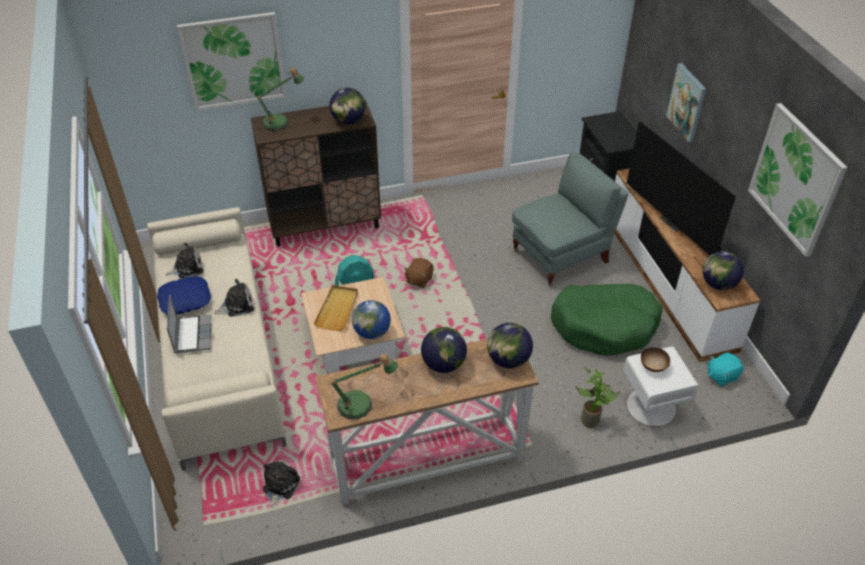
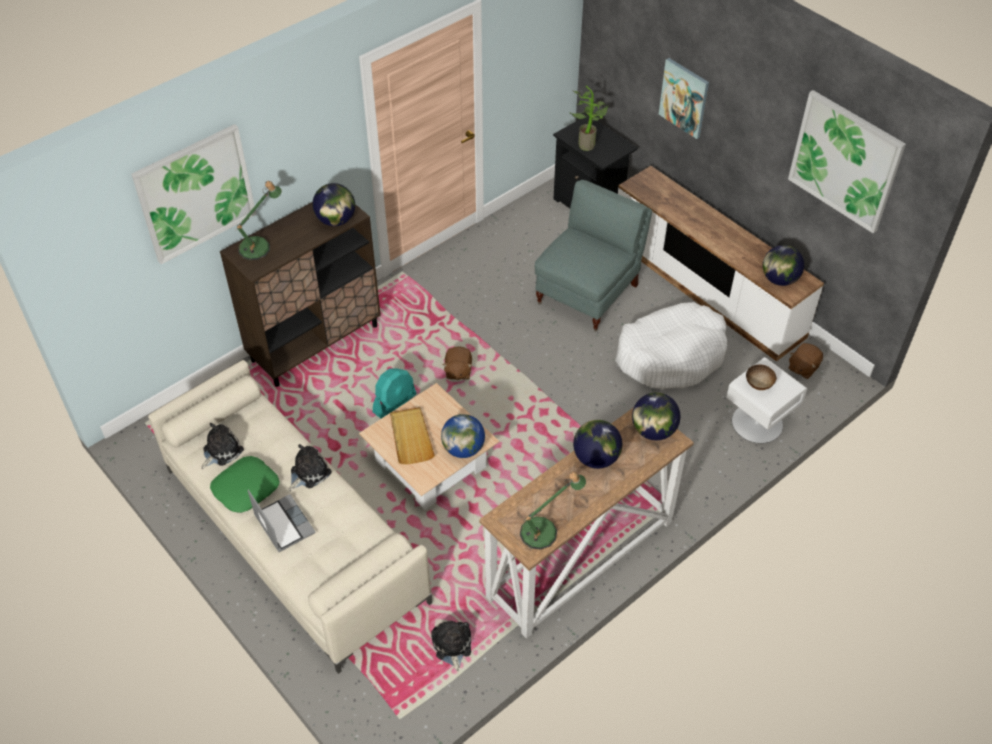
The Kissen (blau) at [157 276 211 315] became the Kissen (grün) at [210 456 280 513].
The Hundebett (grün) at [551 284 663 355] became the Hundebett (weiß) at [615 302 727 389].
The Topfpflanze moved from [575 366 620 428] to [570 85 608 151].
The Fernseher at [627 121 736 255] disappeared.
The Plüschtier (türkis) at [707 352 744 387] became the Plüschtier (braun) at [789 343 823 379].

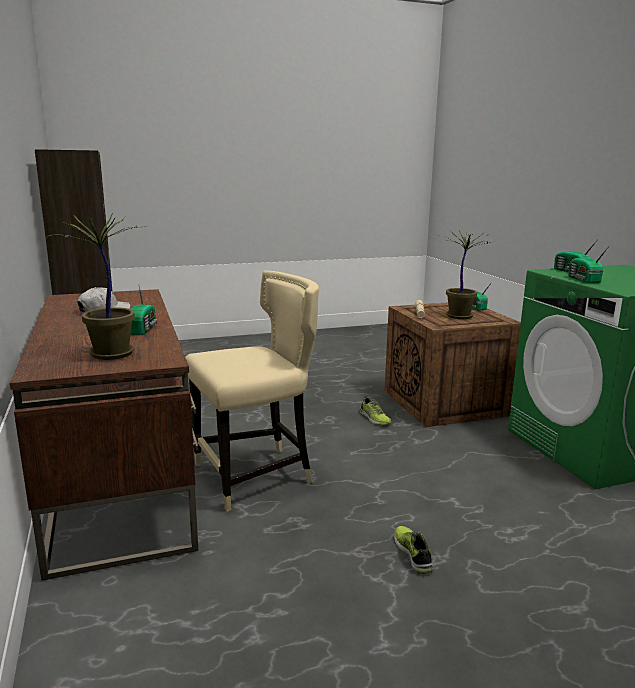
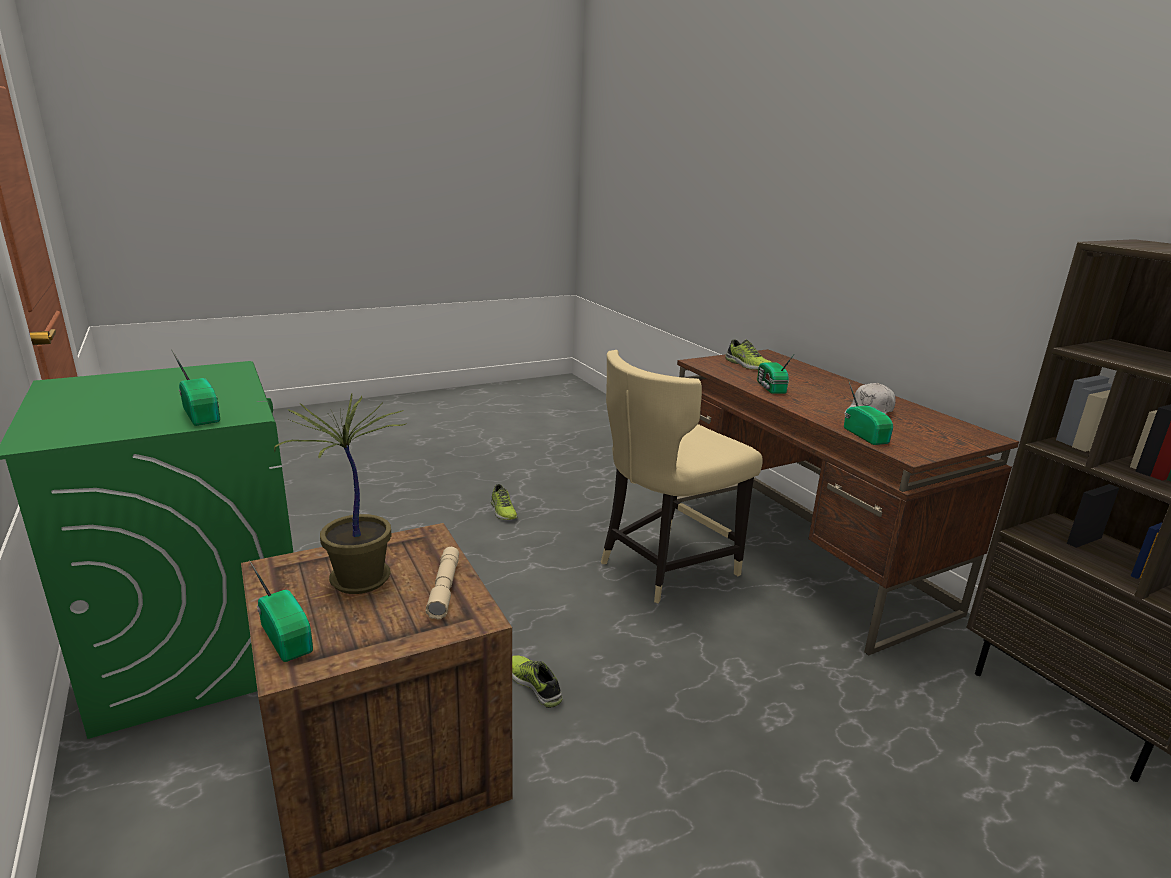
The Topfpflanze at [46 213 146 360] was replaced by the Schuh at [725 340 772 370].
The Radio moved from [568 245 610 283] to [844 382 893 445].

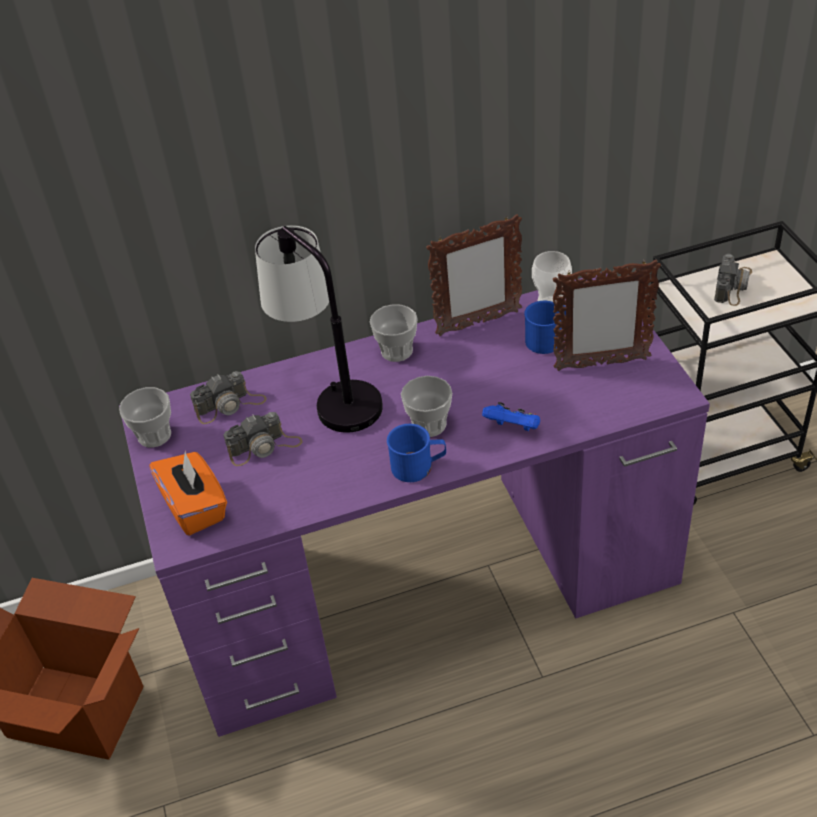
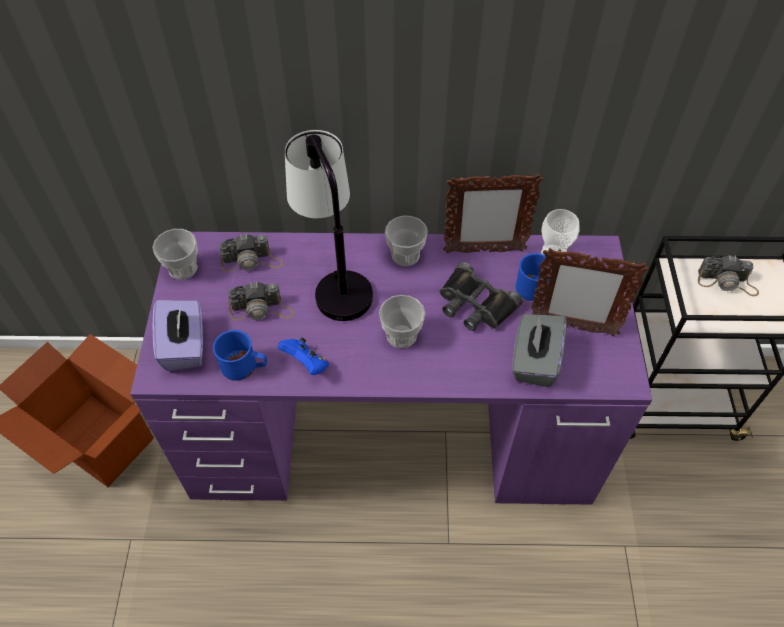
The Taschentuchbox (orange) at [149 451 227 535] became the Taschentuchbox (lila) at [153 300 203 371].
The Henkelbecher (blau) moved from [387 424 446 482] to [213 330 267 380].
The Gamepad (blau) moved from [482 402 540 431] to [278 337 329 375].
The Kamera at [714 254 752 306] turned 60 degrees clockwise.
The Fernglas (schwarz) at [439 262 523 331] appeared.
The Taschentuchbox (grau) at [512 314 567 387] appeared.

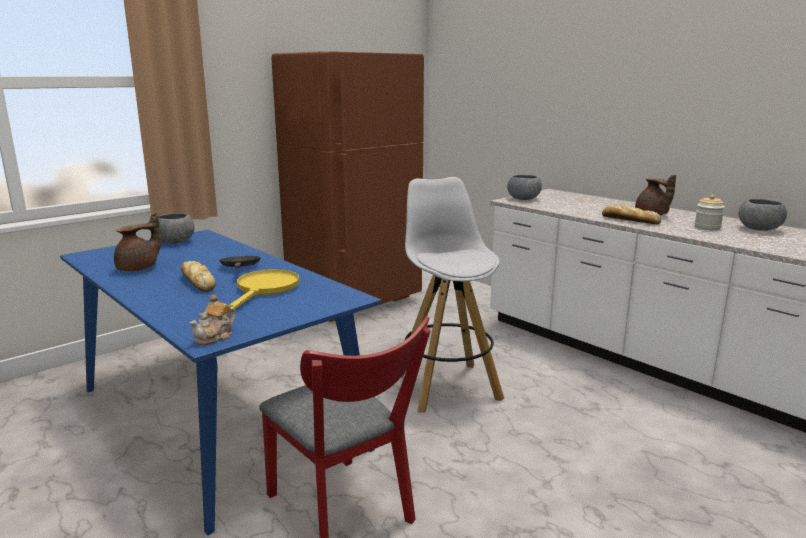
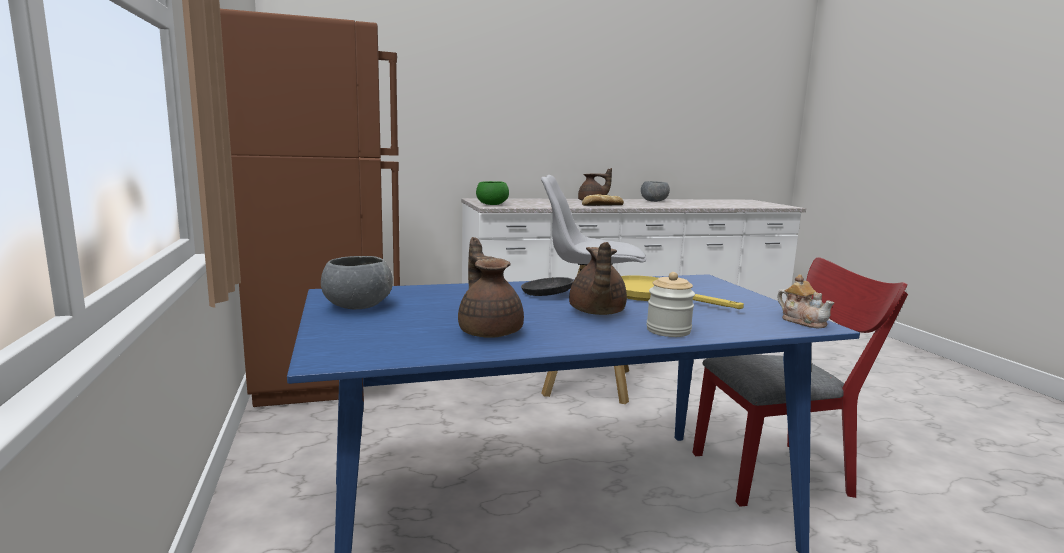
The Brot at [181 261 216 292] was replaced by the Teekanne (braun) at [569 242 627 315].
The Schüssel (grau) at [507 175 542 200] became the Schüssel (grün) at [476 181 509 205].
The Vorratsglas moved from [695 195 725 230] to [646 272 695 337].

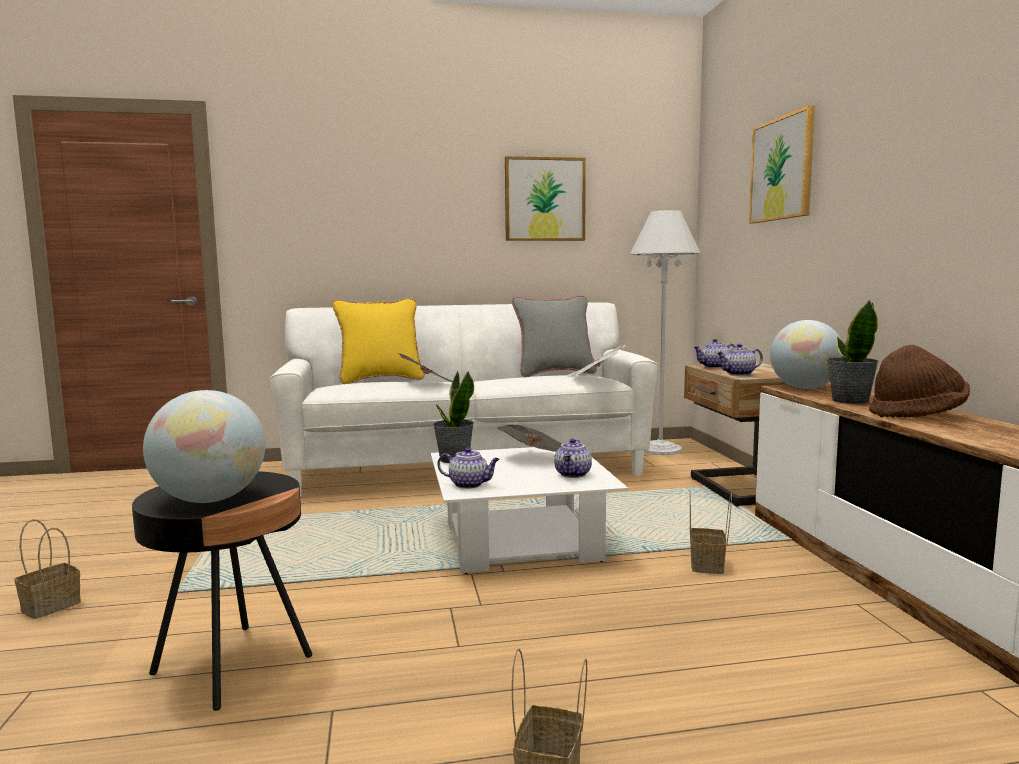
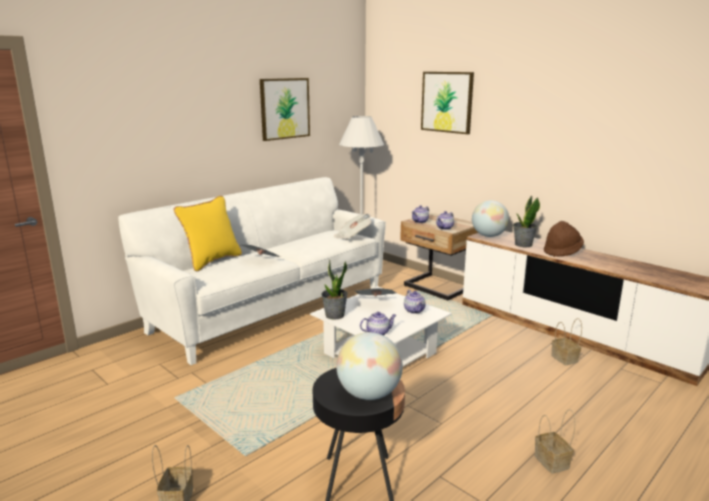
The Kissen (grau) at [512 295 597 377] disappeared.
The Korb moved from [690 490 732 574] to [551 318 582 365].

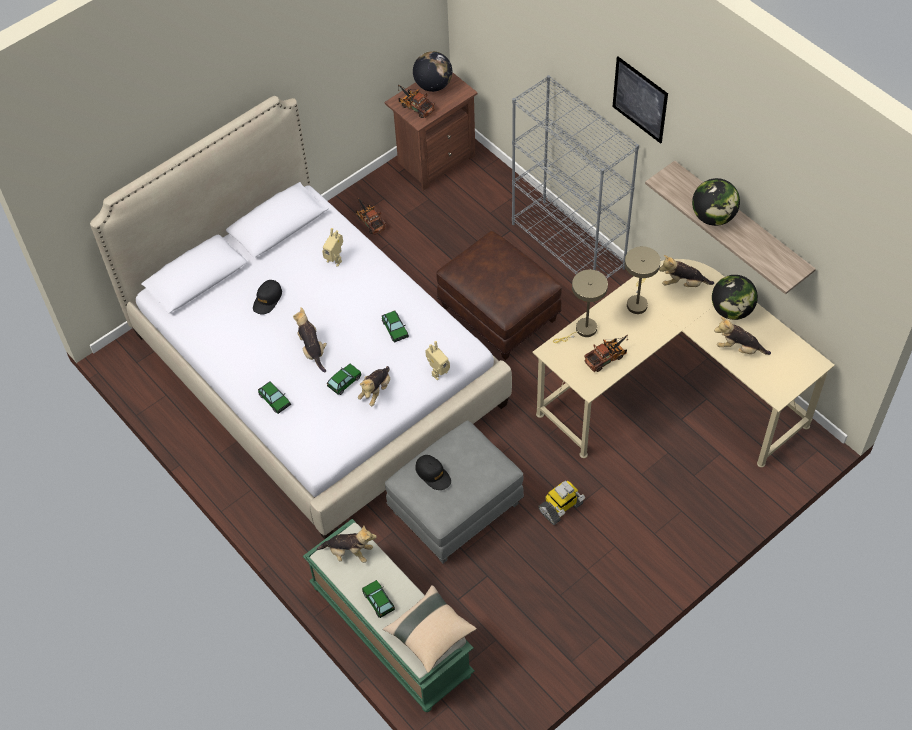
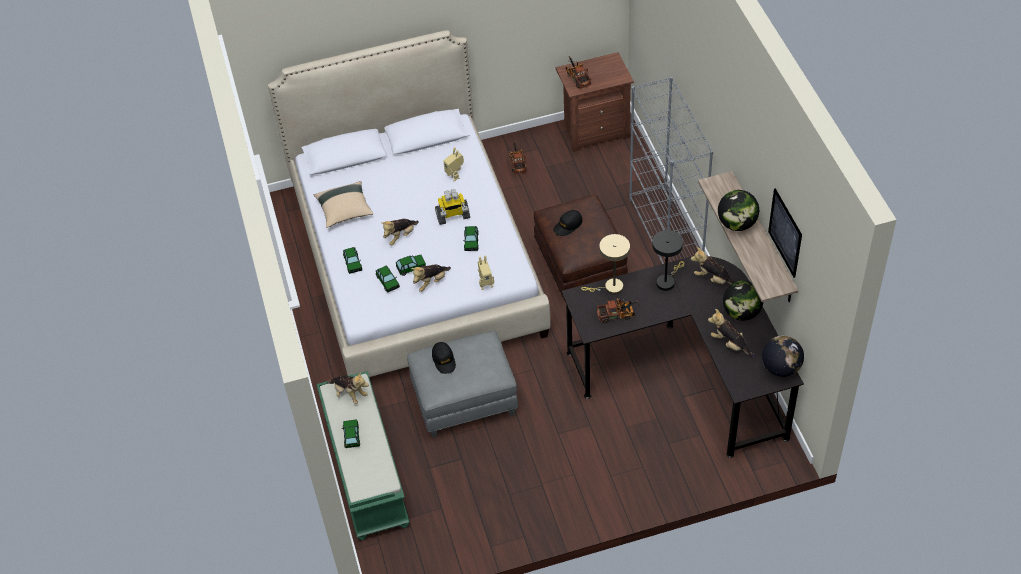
The Kappe (schwarz) moved from [253 280 282 314] to [553 210 582 236].
The Plüschtier at [293 307 327 373] turned 135 degrees counterclockwise.
The Kissen (beige) moved from [383 585 477 673] to [314 181 373 228].
The Globus moved from [413 51 452 92] to [762 336 804 377].
The Schreibtisch (beige) at [532 259 835 467] became the Schreibtisch (schwarz) at [561 256 804 458].
The Spielzeugroboter moved from [538 481 585 525] to [435 189 470 225].
The Bild moved from [612 57 668 144] to [768 188 802 278].
The Tischlampe (beige) at [625 246 661 314] became the Tischlampe (schwarz) at [652 230 684 291].
The Spielzeugauto at [376 265 400 292] appeared.

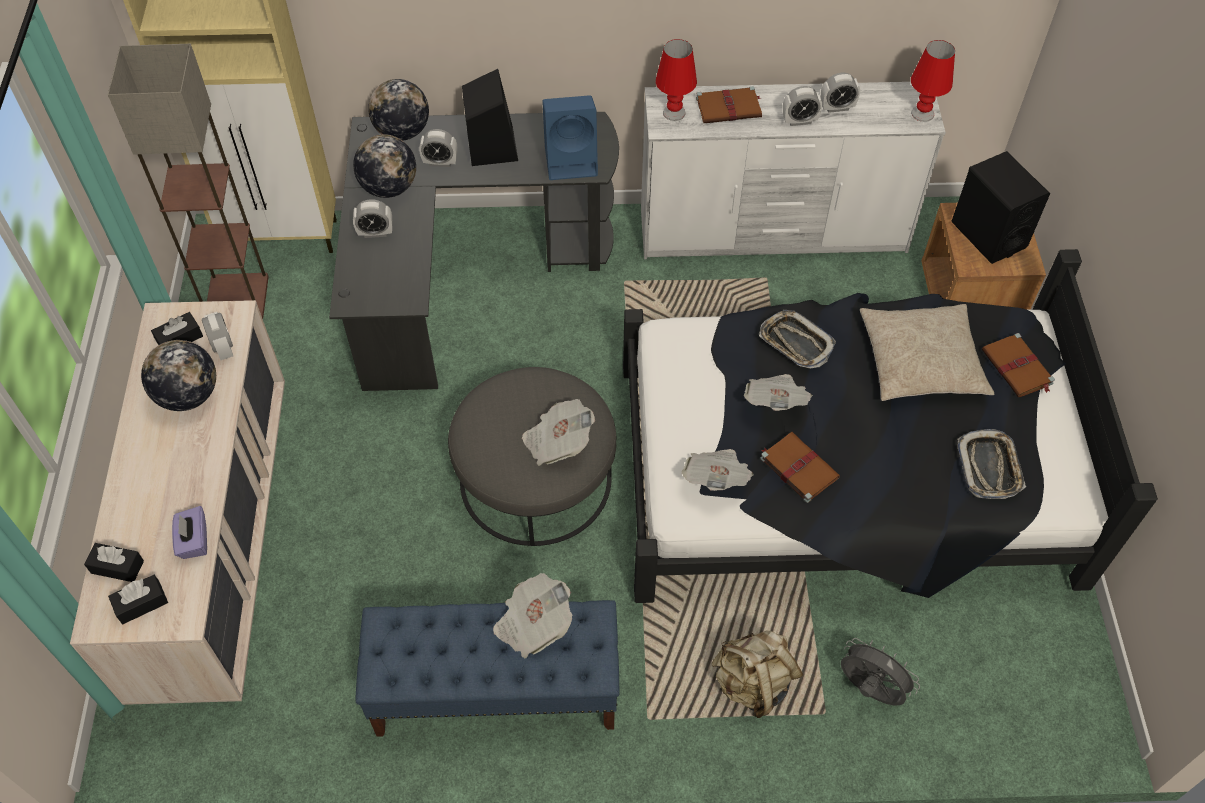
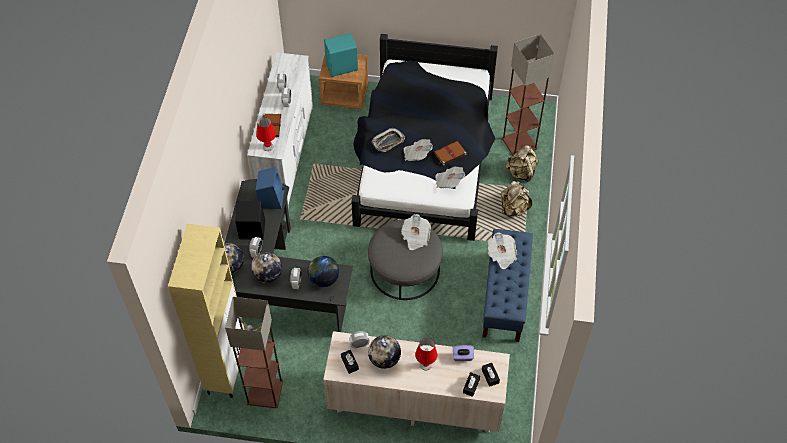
The Ventilator (grau) at [841 638 920 706] was replaced by the Rucksack (beige) at [505 145 539 182].
The Kissen (beige) at [860 304 994 401] disappeared.
The Tischlampe (rot) moved from [911 40 955 122] to [415 338 437 370].
The Lautsprecher (schwarz) at [952 151 1050 264] became the Lautsprecher (türkis) at [324 33 358 77].
The Tablett at [958 429 1026 499] disappeared.
The Buch (braun) at [982 333 1055 397] disappeared.
The Globus at [308 256 339 287] appeared.
The Stehlampe at [502 34 555 156] appeared.

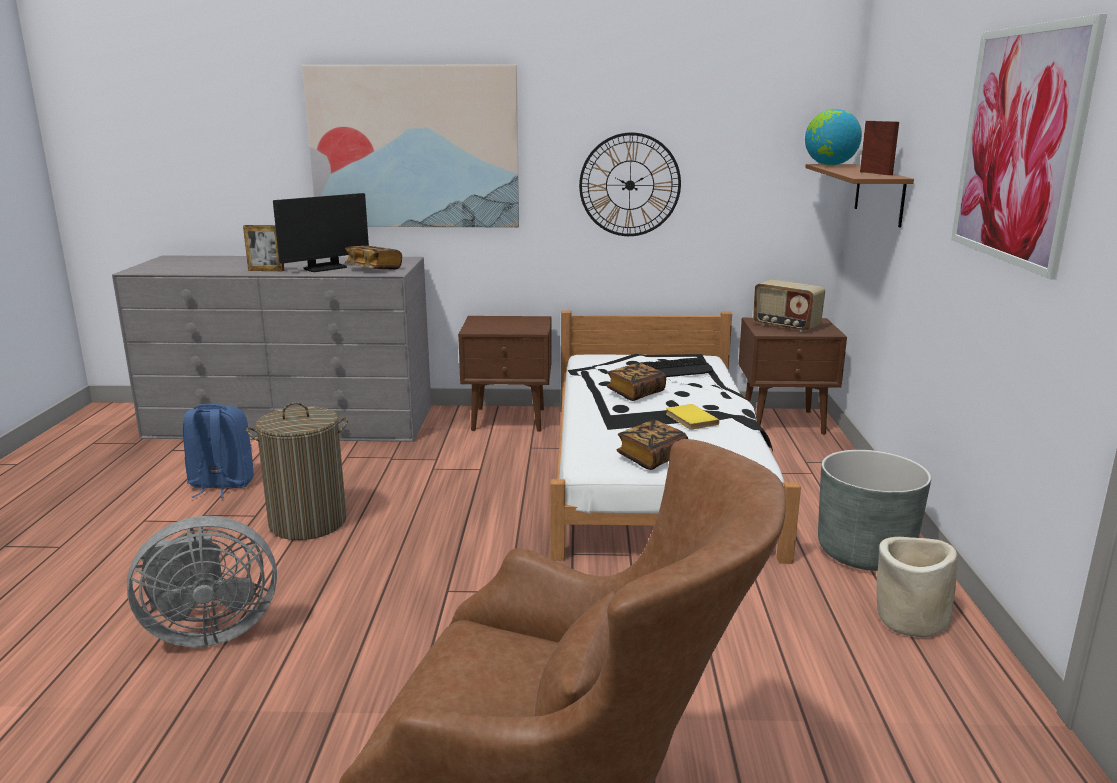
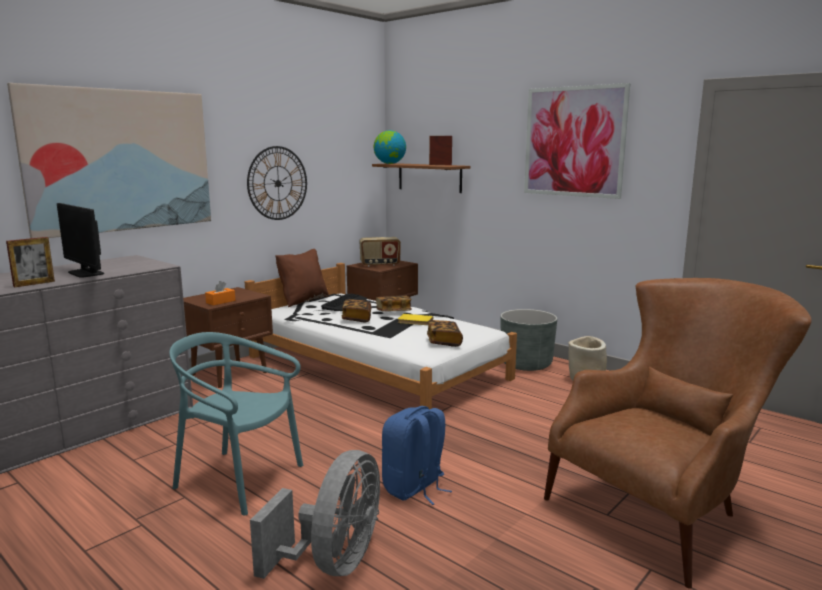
The Rucksack (blau) moved from [183 404 254 498] to [382 406 452 505].
The Wäschekorb at [246 402 348 540] was replaced by the Stuhl (türkis) at [169 332 303 516].
The Monitor at [273 193 369 272] turned 135 degrees clockwise.
The Buch moved from [345 246 402 270] to [376 295 412 311].
The Taschentuchbox (orange) at [205 281 235 305] appeared.
The Kissen (braun) at [275 249 329 307] appeared.

